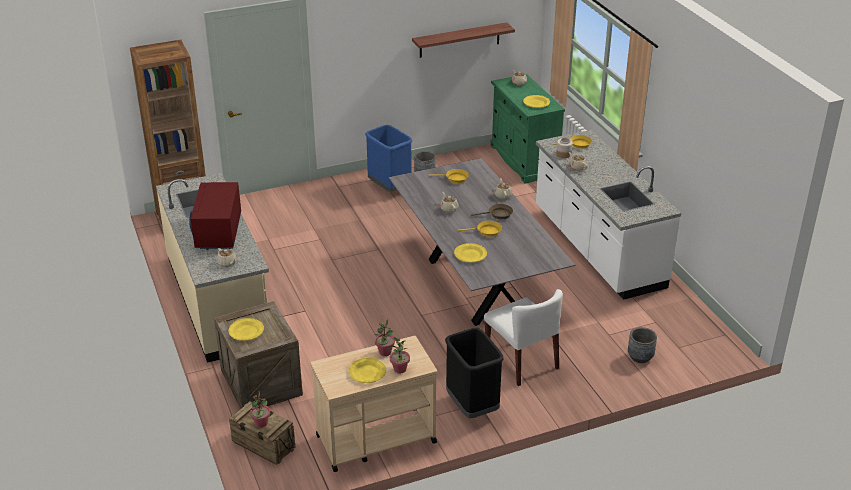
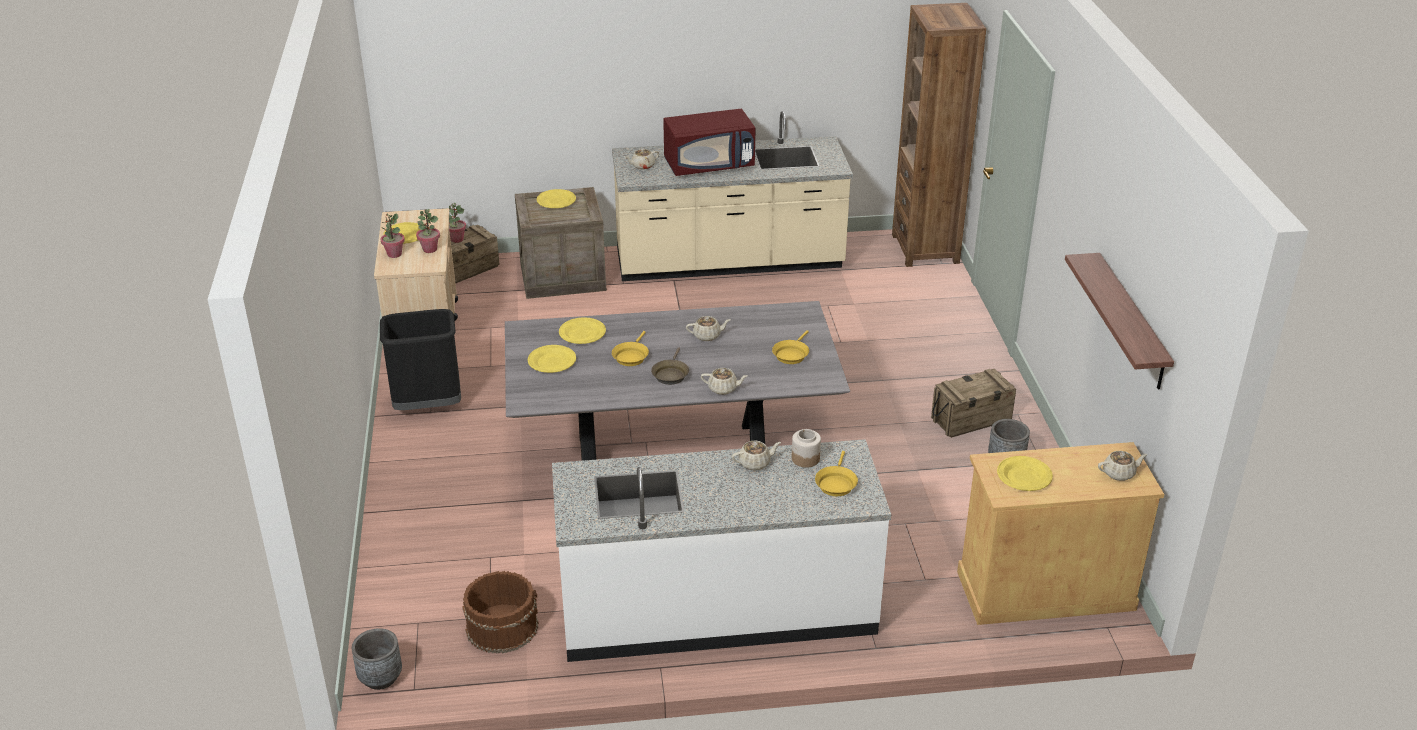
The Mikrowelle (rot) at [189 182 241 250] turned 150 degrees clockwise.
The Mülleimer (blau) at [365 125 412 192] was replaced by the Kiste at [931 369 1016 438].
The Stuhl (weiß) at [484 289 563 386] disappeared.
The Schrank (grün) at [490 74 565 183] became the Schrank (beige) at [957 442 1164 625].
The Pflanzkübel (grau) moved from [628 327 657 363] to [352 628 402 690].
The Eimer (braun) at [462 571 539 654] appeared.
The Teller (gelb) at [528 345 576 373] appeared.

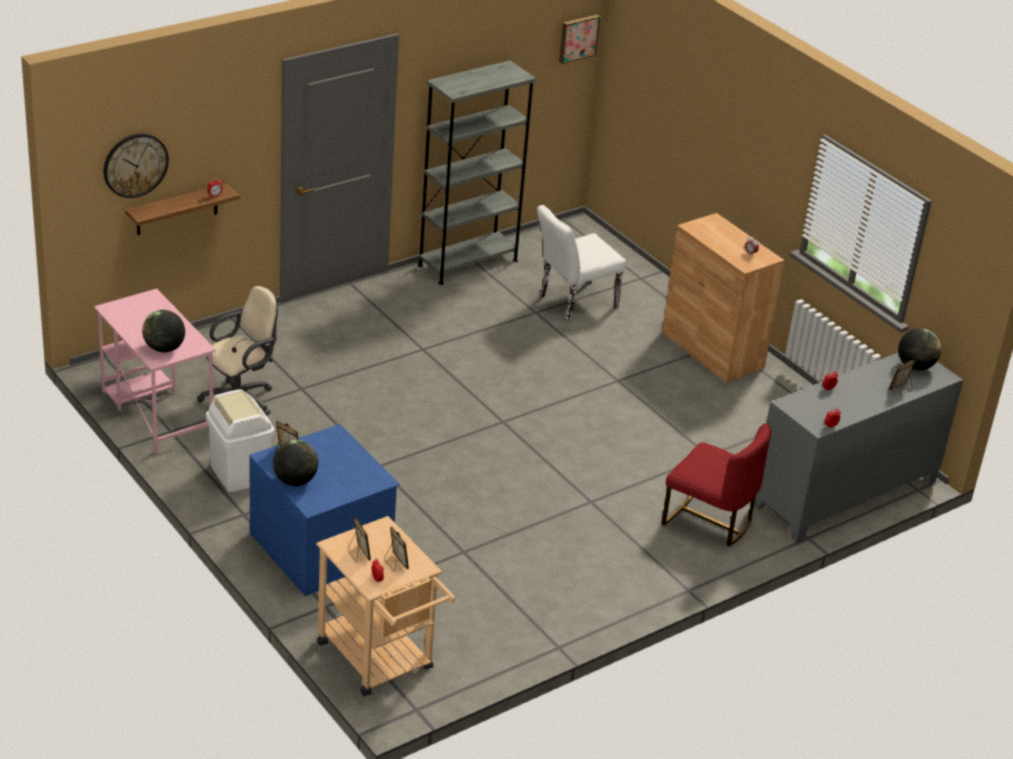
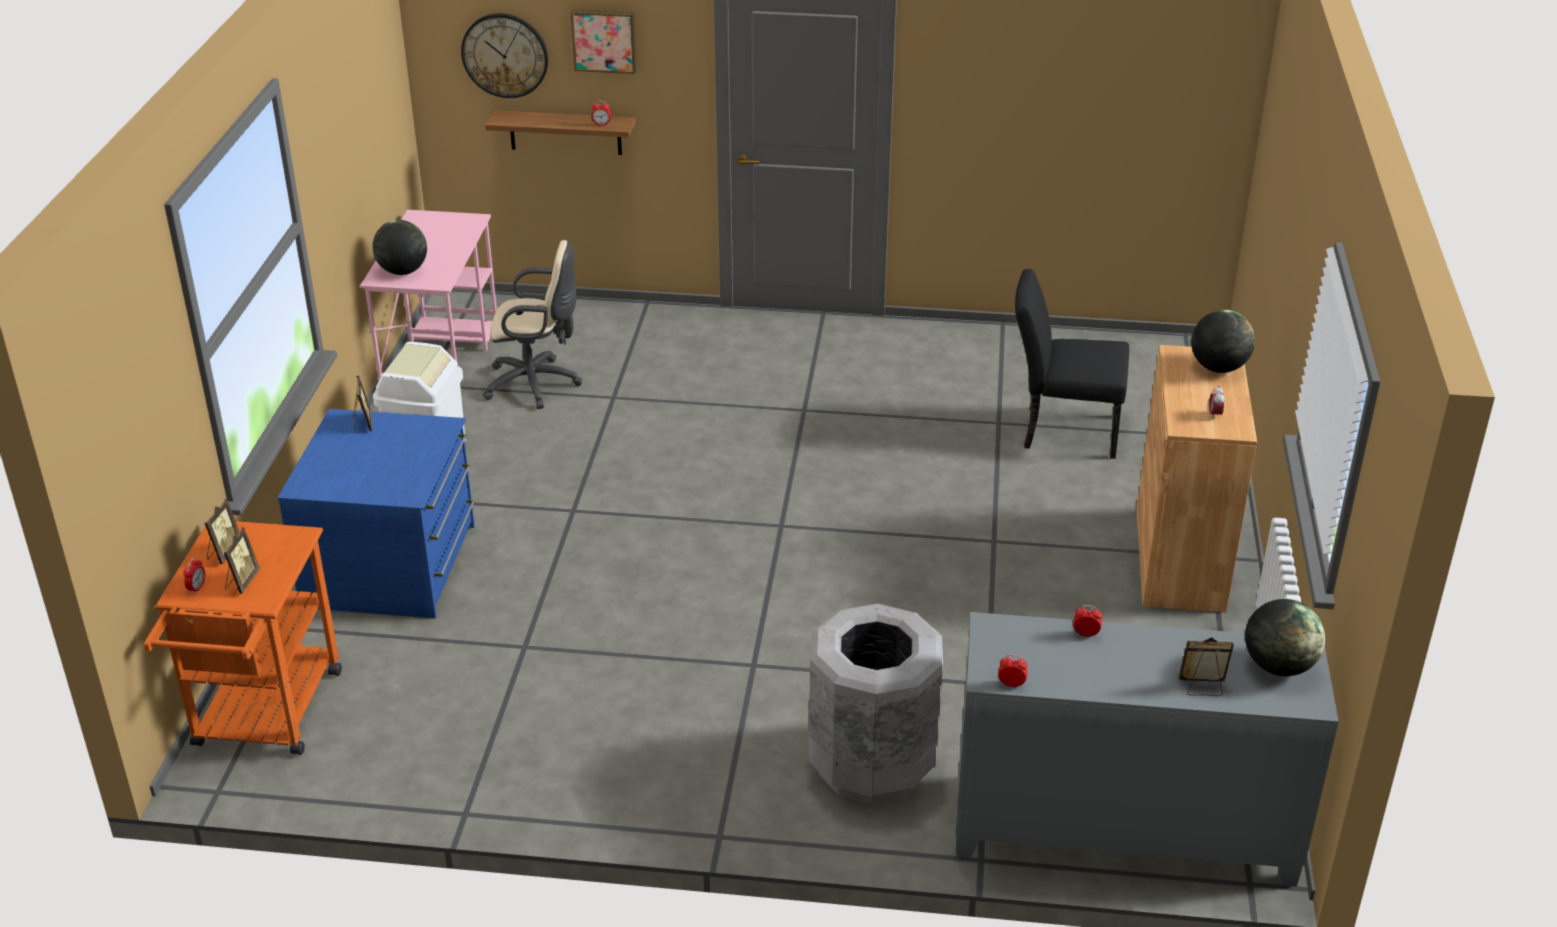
The Globus moved from [273 440 318 486] to [1191 310 1255 373].
The Rollwagen (beige) at [316 516 455 696] became the Rollwagen (orange) at [144 521 342 755].
The Bücherregal (grau) at [418 60 536 285] disappeared.
The Stuhl (weiß) at [537 205 626 322] became the Stuhl (schwarz) at [1015 269 1129 459].
The Bild moved from [559 15 600 64] to [570 9 636 74].
The Stuhl (rot) at [661 423 771 546] was replaced by the Mülleimer (grau) at [809 604 943 805].

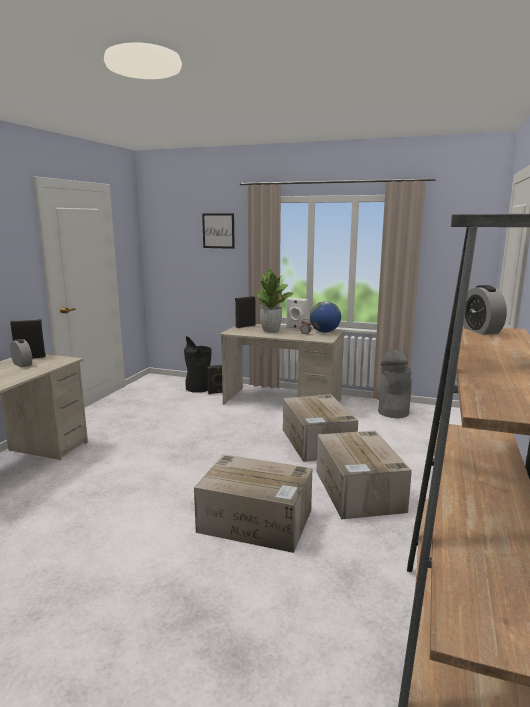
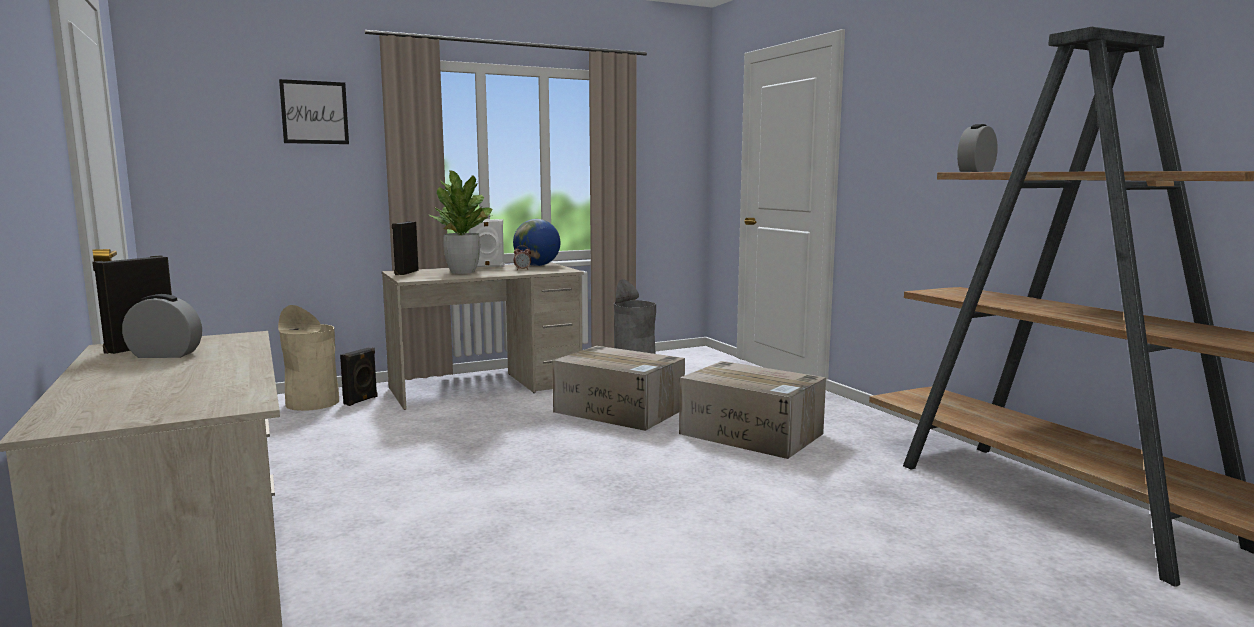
The Mülleimer (schwarz) at [184 336 211 393] became the Mülleimer (beige) at [278 305 339 411].
The Karton at [194 454 312 553] disappeared.
The Wecker at [463 285 507 335] turned 105 degrees clockwise.

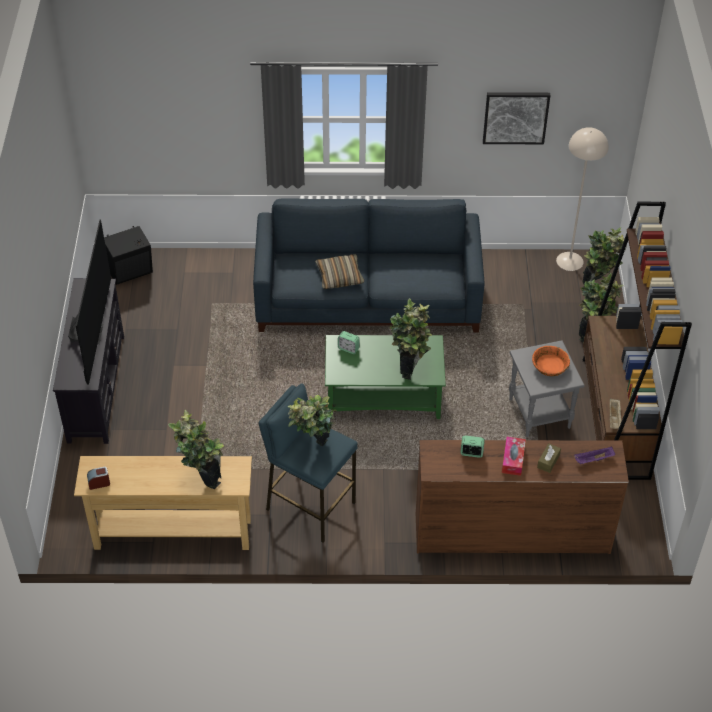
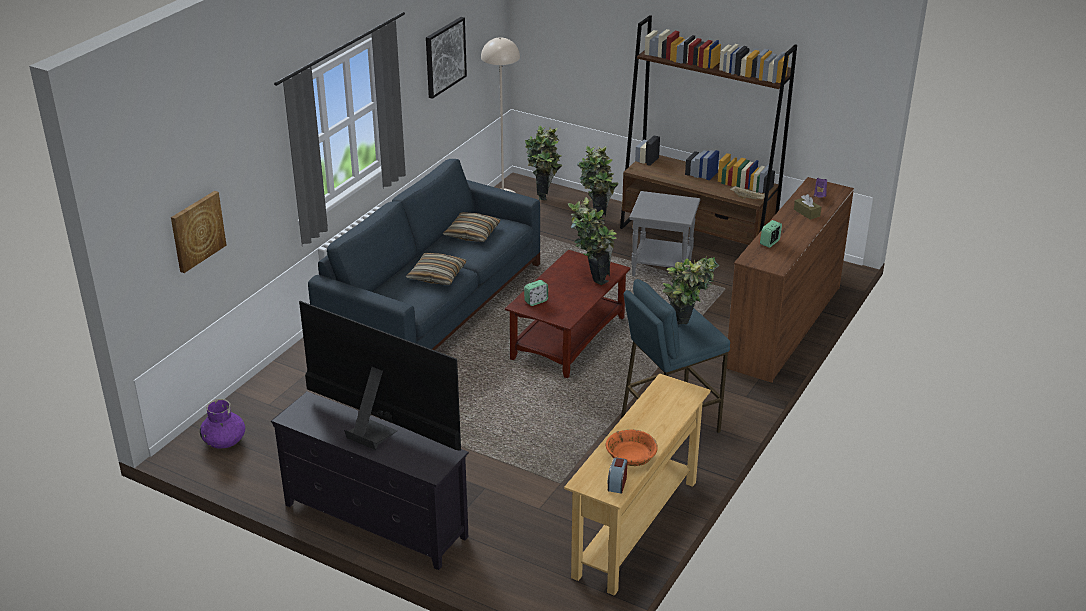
The Lautsprecher (schwarz) at [104 226 153 285] was replaced by the Vase (lila) at [200 399 245 448].
The Topfpflanze at [168 410 224 489] disappeared.
The Couchtisch (grün) at [325 335 446 419] became the Couchtisch (braun) at [505 250 631 378].
The Taschentuchbox at [502 437 526 476] disappeared.
The Schüssel (orange) moved from [532 346 570 376] to [606 429 658 466].
The Bild at [171 191 226 273] appeared.
The Kissen at [443 212 501 242] appeared.

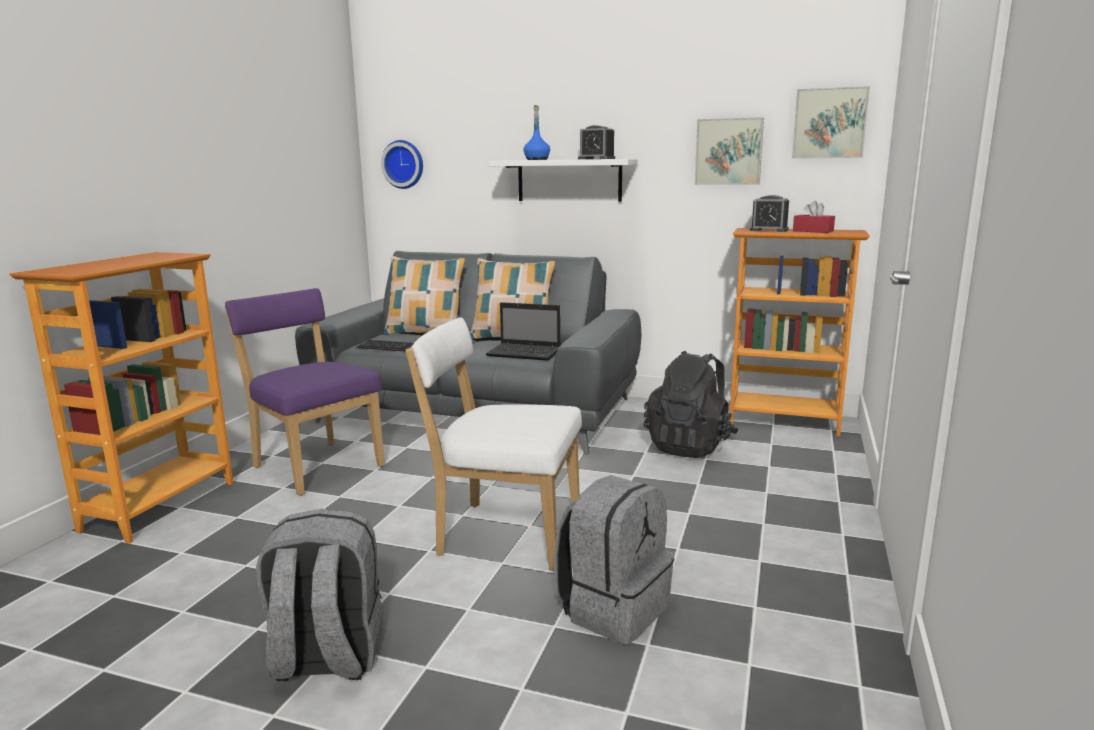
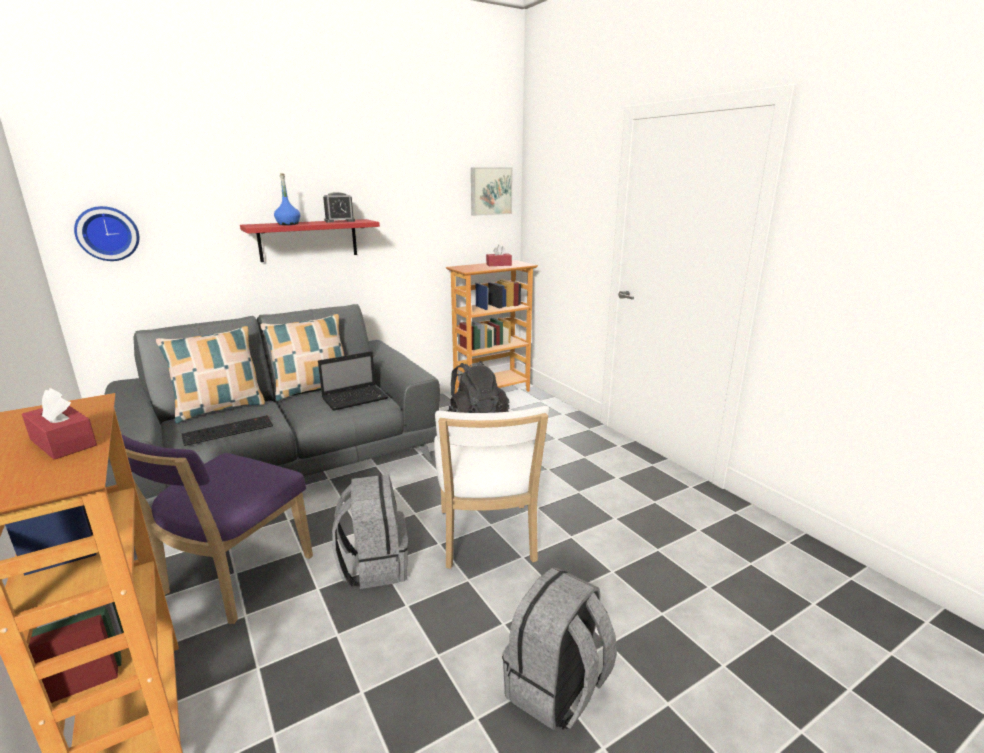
The Stuhl (lila) at [225 288 385 496] turned 60 degrees counterclockwise.
The Stuhl (weiß) at [406 317 582 571] turned 60 degrees counterclockwise.
The Wandregal (weiß) at [488 159 638 202] became the Wandregal (rot) at [240 219 380 262].
The Rucksack (grau) moved from [554 475 674 644] to [332 474 408 589].
The Bild at [695 117 764 185] disappeared.
The Wecker at [750 195 789 232] disappeared.
The Taschentuchbox (rot) at [22 388 97 459] appeared.

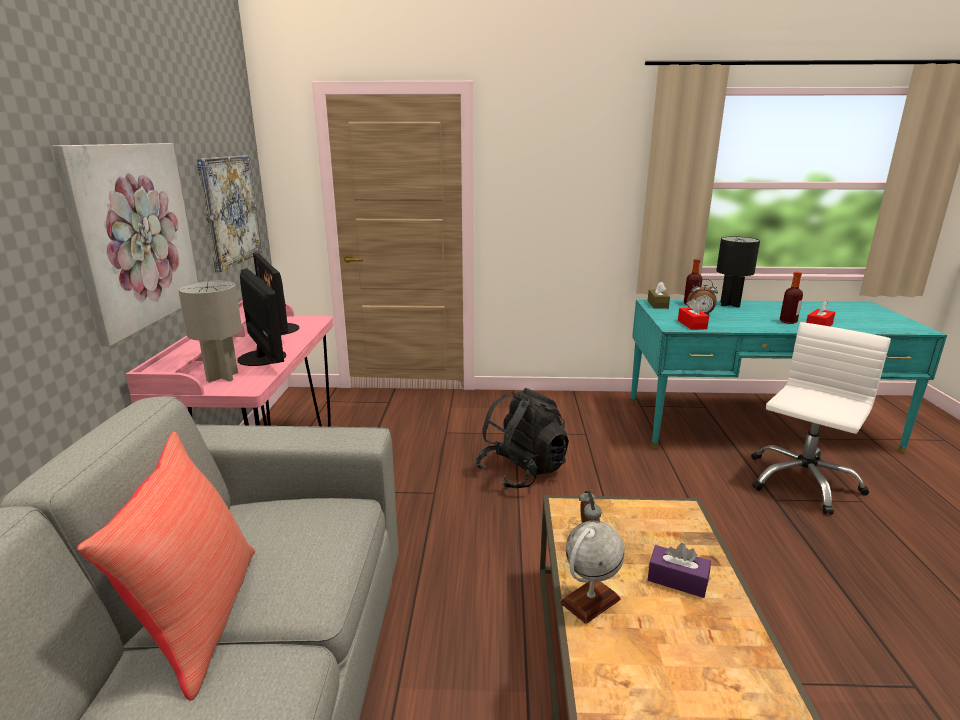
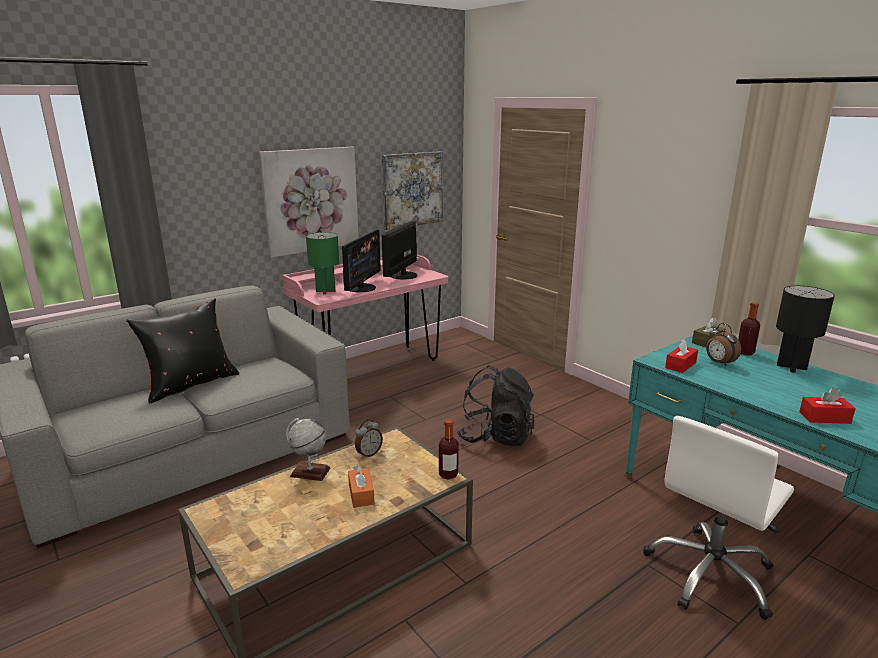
The Kissen (rot) at [77 432 255 701] became the Kissen (schwarz) at [126 298 239 403].
The Tischlampe (grau) at [178 281 242 382] became the Tischlampe (grün) at [306 232 339 294].
The Taschentuchbox (lila) at [648 543 711 598] became the Taschentuchbox (orange) at [348 465 375 508].
The Bürostuhl (weiß) at [751 322 891 515] turned 135 degrees clockwise.
The Flasche moved from [780 272 803 324] to [439 419 459 480].

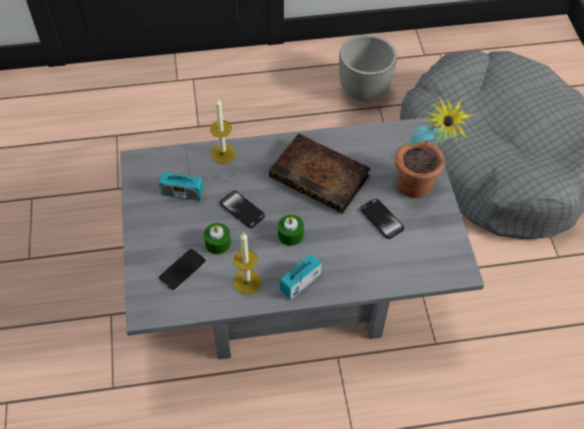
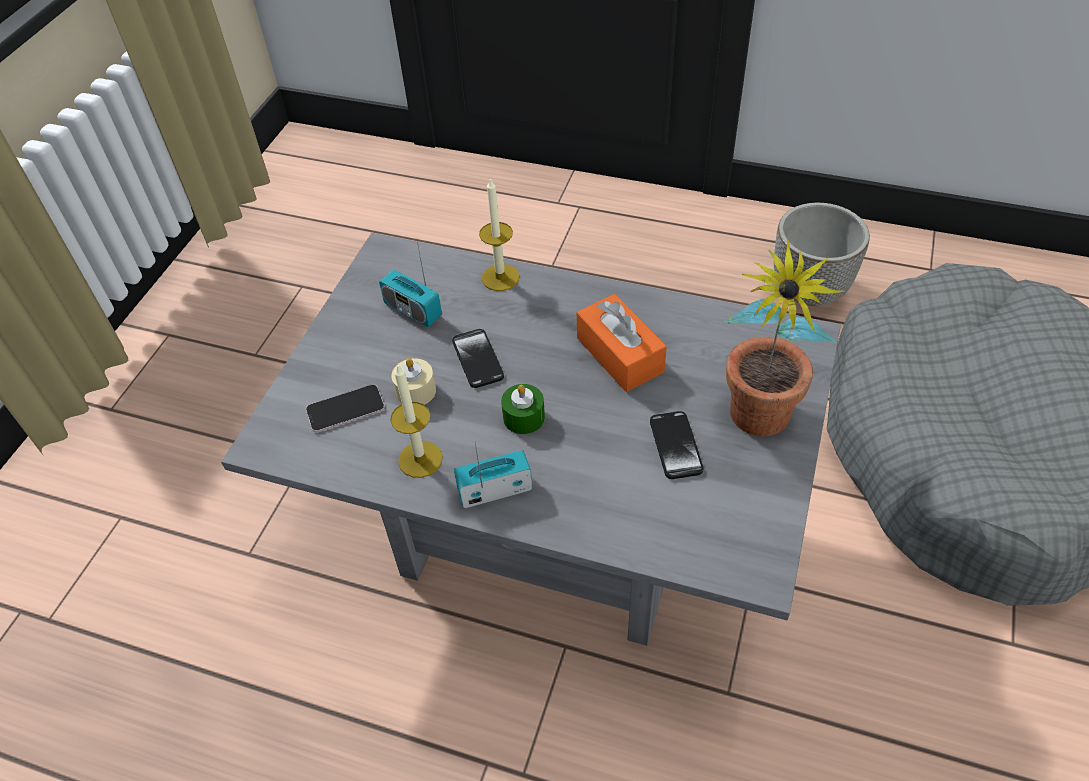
The Kerze (grün) at [204 223 231 254] became the Kerze (beige) at [391 358 436 405].
The Buch at [269 133 371 214] was replaced by the Taschentuchbox (orange) at [577 294 667 392].

